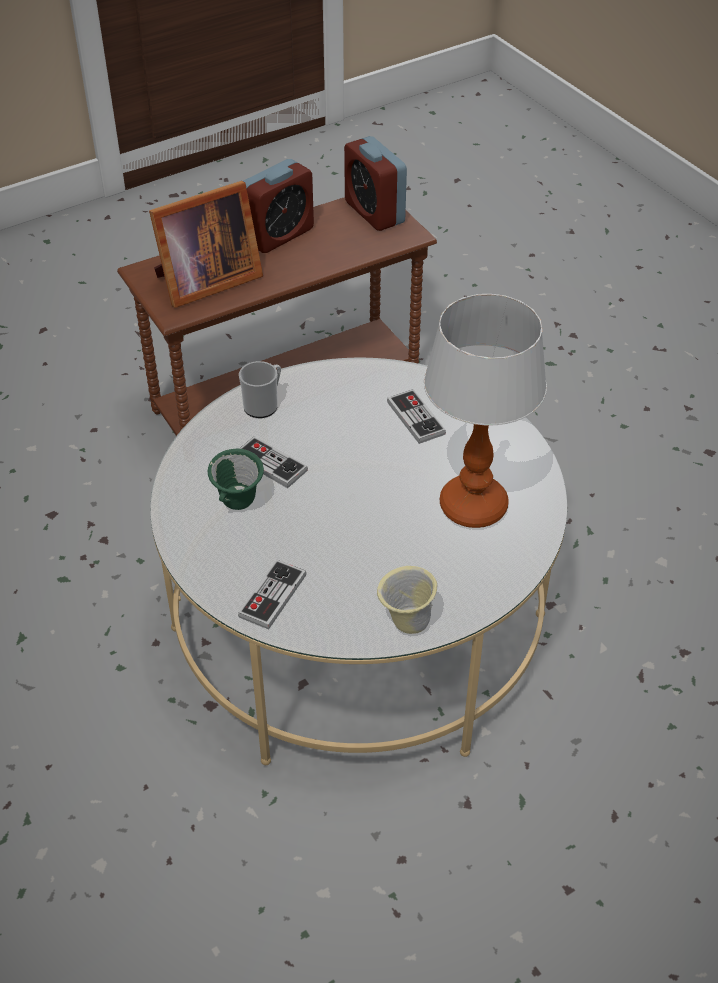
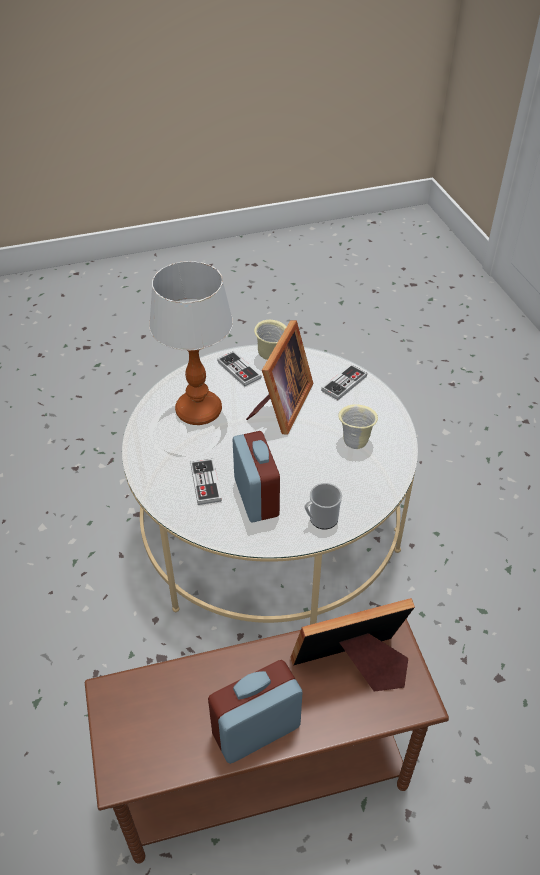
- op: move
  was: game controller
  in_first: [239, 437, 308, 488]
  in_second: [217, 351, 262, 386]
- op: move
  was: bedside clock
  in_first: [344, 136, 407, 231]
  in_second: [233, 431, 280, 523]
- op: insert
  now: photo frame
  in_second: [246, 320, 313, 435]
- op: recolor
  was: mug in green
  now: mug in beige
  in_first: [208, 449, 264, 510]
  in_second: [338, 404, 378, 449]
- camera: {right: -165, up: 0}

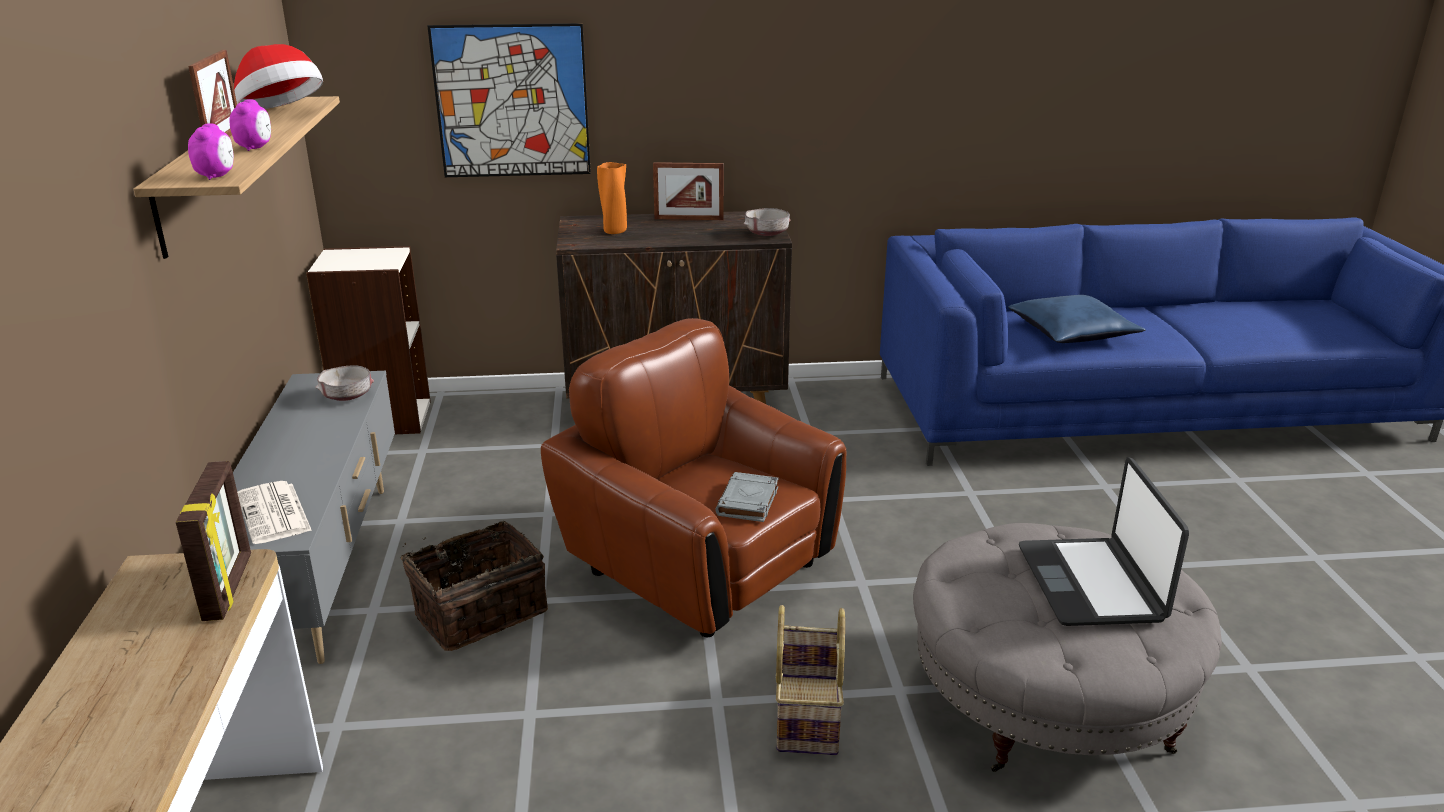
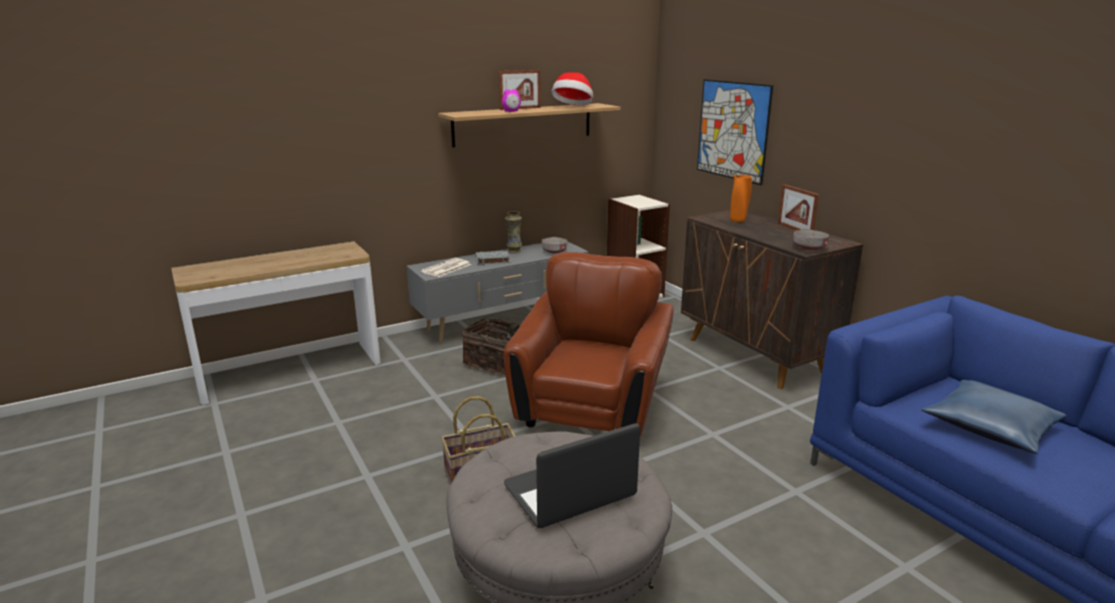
- op: move
  was: volume in greyish
  in_first: [715, 472, 778, 522]
  in_second: [476, 251, 510, 264]
- op: insert
  now: decorative vase
  in_second: [505, 211, 522, 253]
- op: delete
  was: photo frame
  in_first: [176, 461, 251, 621]
- op: delete
  was: bedside clock
  in_first: [188, 123, 234, 180]
- camera: {right: 65, up: -5}

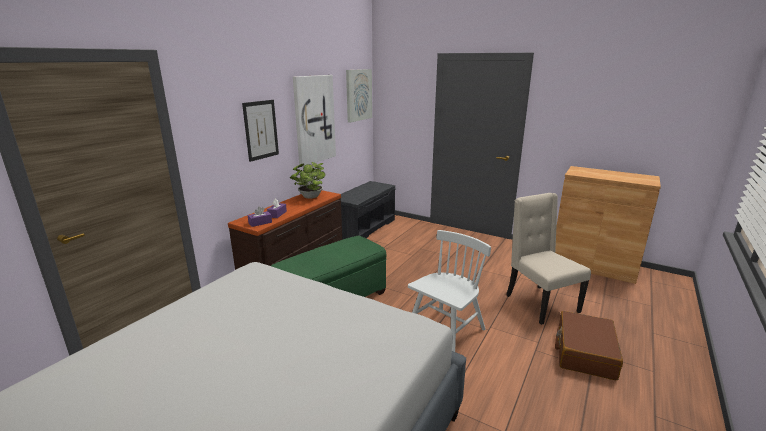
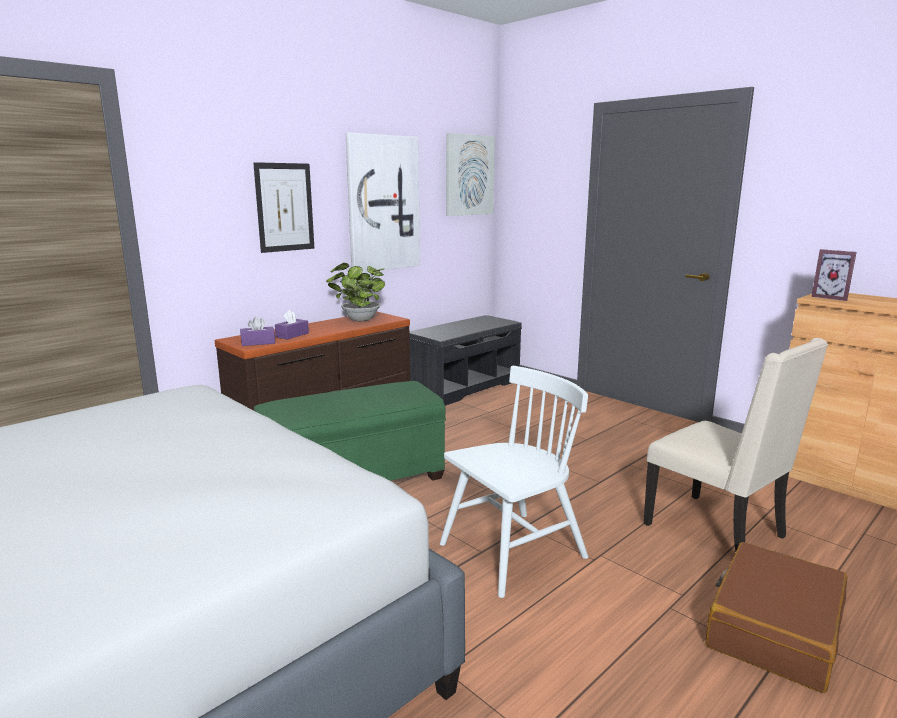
- op: rotate
  was: chair in beige
  in_first: [506, 193, 591, 325]
  in_second: [644, 338, 828, 552]
  clockwise: 150
- op: insert
  now: photo frame
  in_second: [811, 249, 857, 301]
- camera: {right: 15, up: -5}

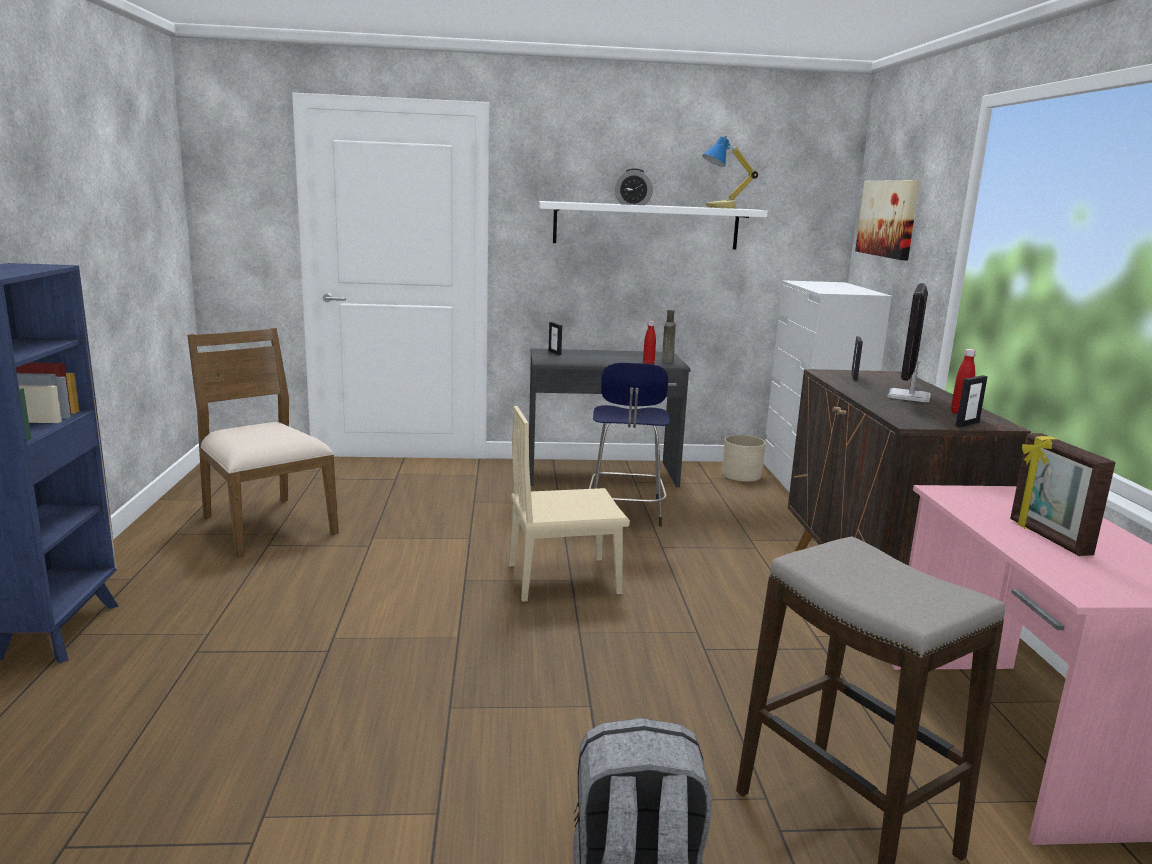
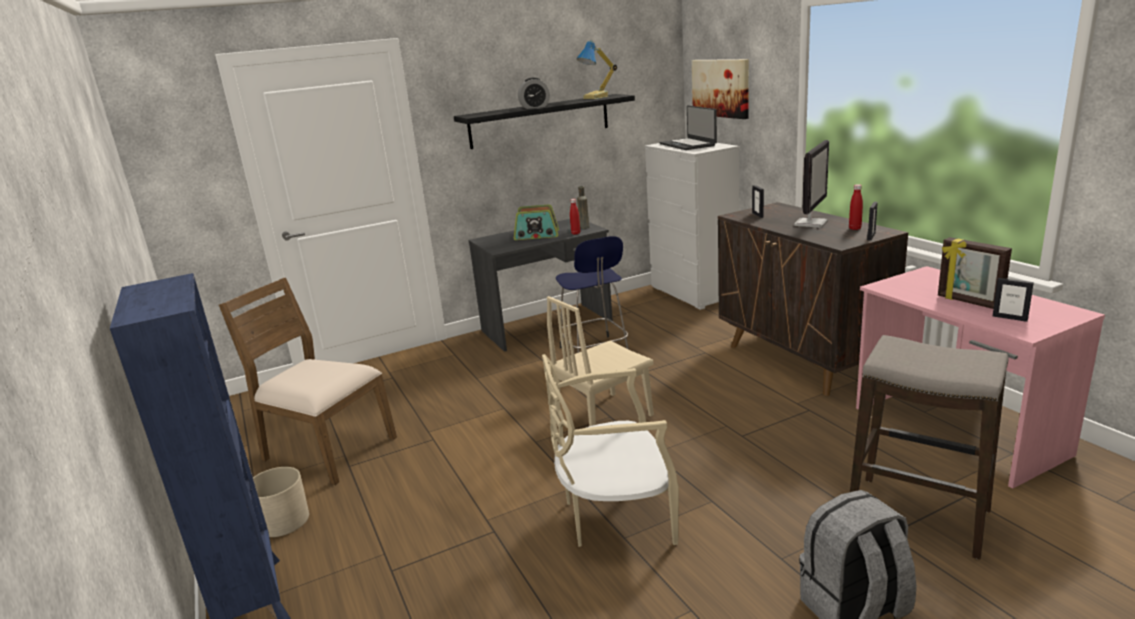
- op: move
  was: plant pot in beige
  in_first: [722, 435, 766, 482]
  in_second: [253, 467, 309, 537]
- op: recolor
  was: shelf in whitish
  now: shelf in black
  in_first: [539, 201, 768, 250]
  in_second: [454, 94, 635, 149]
- op: insert
  now: radio receiver
  in_second: [514, 204, 559, 240]
- op: insert
  now: chair in beige
  in_second: [542, 354, 679, 547]
- op: insert
  now: notebook computer
  in_second: [660, 105, 717, 150]
- op: rotate
  was: computer screen
  in_first: [887, 283, 931, 402]
  in_second: [794, 140, 829, 227]
  clockwise: -150
- op: move
  was: photo frame
  in_first: [549, 322, 562, 355]
  in_second: [993, 278, 1034, 322]
- camera: {right: -20, up: 5}

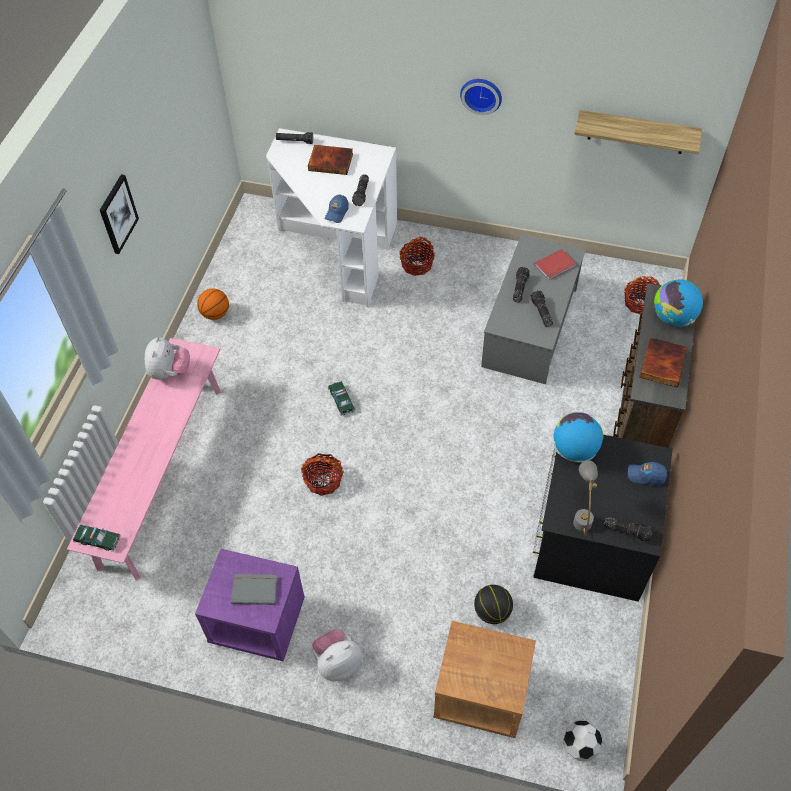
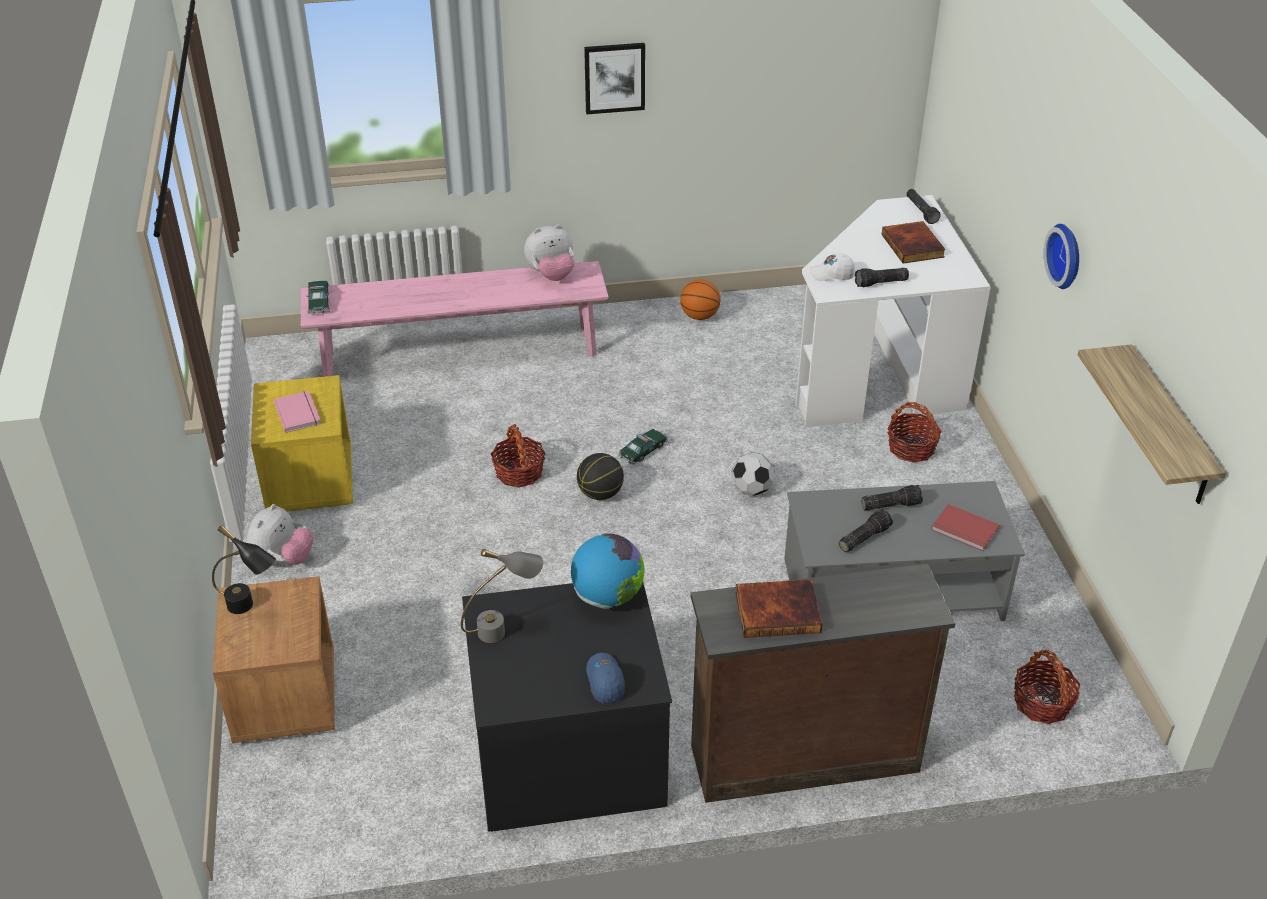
- op: insert
  now: table lamp in black
  in_second: [212, 525, 276, 614]
- op: rotate
  was: plush toy
  in_first: [312, 629, 362, 681]
  in_second: [246, 504, 313, 566]
  clockwise: 75
- op: recolor
  was: bedside table in purplish
  now: bedside table in yellowish
  in_first: [195, 549, 305, 661]
  in_second: [251, 375, 353, 511]
- op: recolor
  was: volume in greyish
  now: volume in pink
  in_first: [231, 574, 278, 605]
  in_second: [274, 391, 321, 433]
- op: move
  was: basketball ball
  in_first: [474, 585, 513, 624]
  in_second: [577, 453, 624, 500]
- op: move
  was: ball for football
  in_first: [563, 720, 602, 762]
  in_second: [731, 452, 775, 496]
- op: recolor
  was: baseball cap in bluish
  now: baseball cap in whitish
  in_first: [325, 194, 349, 223]
  in_second: [809, 254, 855, 281]
- op: delete
  was: hand torch
  in_first: [604, 516, 653, 541]
- op: delete
  was: world globe
  in_first: [654, 279, 703, 327]
- camera: {right: 65, up: -15}

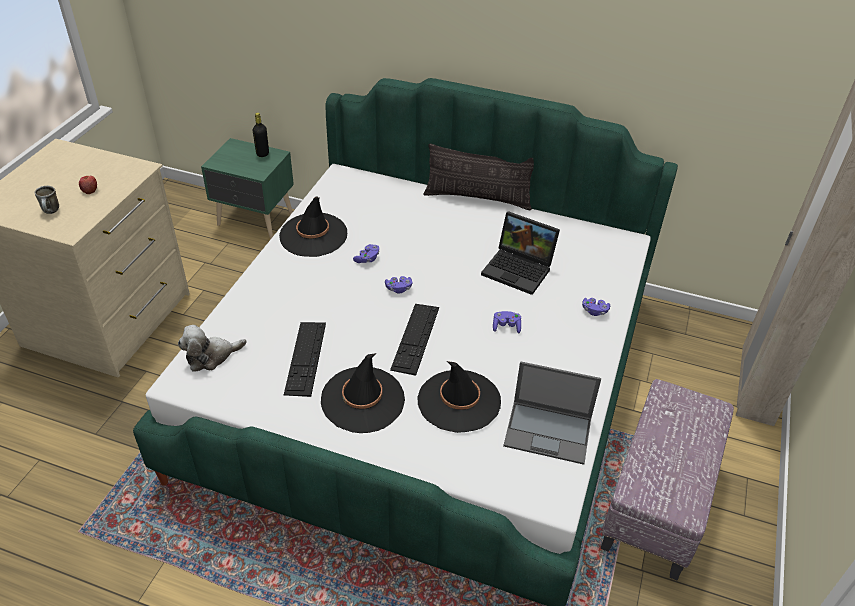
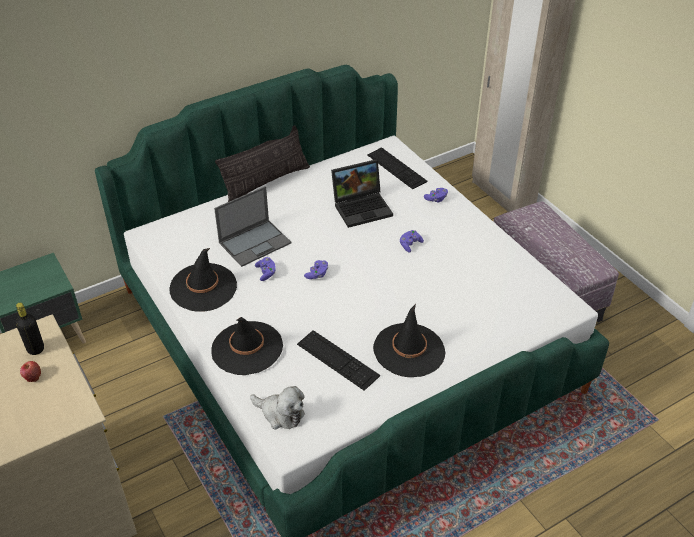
- op: move
  was: bottle in black
  in_first: [253, 113, 269, 157]
  in_second: [16, 303, 44, 355]
- op: move
  was: clothing hat in black
  in_first: [417, 361, 501, 433]
  in_second: [211, 317, 283, 375]
- op: move
  was: notebook computer
  in_first: [503, 361, 601, 465]
  in_second: [214, 186, 292, 267]
- op: rotate
  was: plush toy
  in_first: [178, 325, 246, 371]
  in_second: [250, 386, 305, 429]
  clockwise: -75
- op: move
  was: PC keyboard
  in_first: [390, 304, 439, 376]
  in_second: [367, 147, 427, 189]
- op: delete
  was: mug
  in_first: [35, 186, 59, 214]
- camera: {right: -50, up: 0}

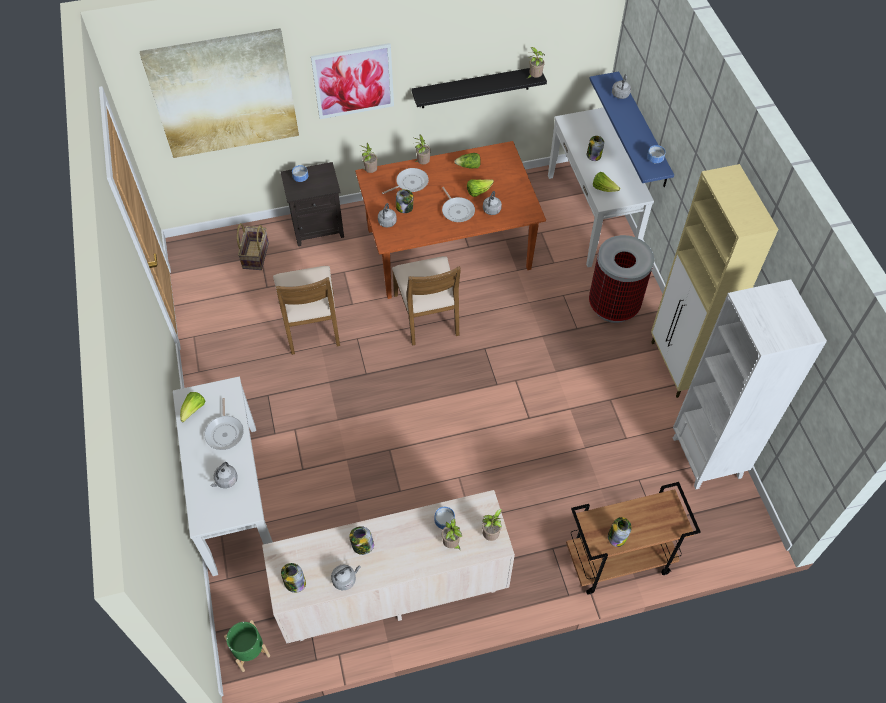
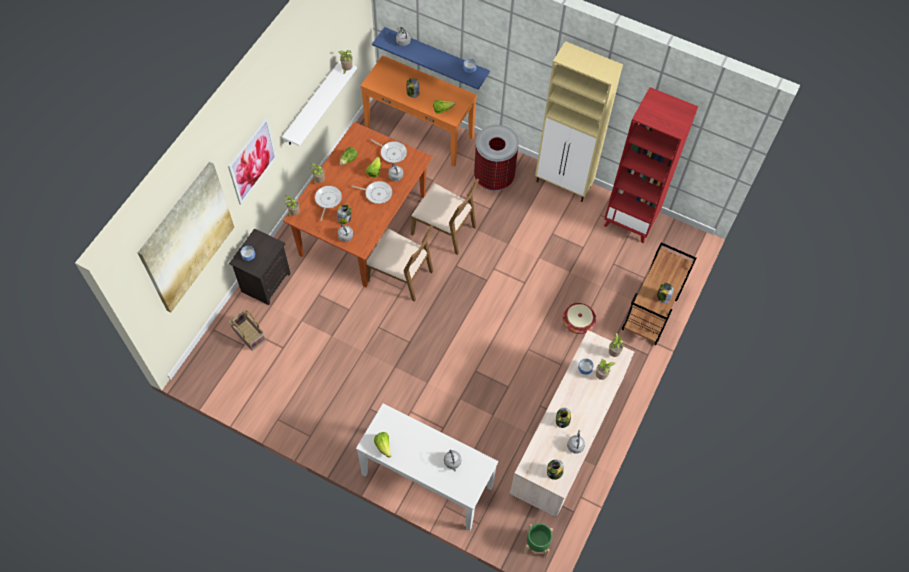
- op: recolor
  was: shelf in black
  now: shelf in whitish
  in_first: [412, 68, 547, 108]
  in_second: [282, 61, 357, 146]
- op: recolor
  was: narrow table in whitish
  now: narrow table in orange-coloured
  in_first: [548, 107, 654, 267]
  in_second: [360, 55, 477, 167]
- op: move
  was: frying pan
  in_first: [204, 398, 244, 450]
  in_second: [371, 139, 407, 163]
- op: move
  was: chair in brown-coloured
  in_first: [273, 266, 340, 355]
  in_second: [411, 179, 479, 255]
- op: insert
  now: storage basket
  in_second: [563, 303, 596, 334]
- op: recolor
  was: bookshelf in whitish
  now: bookshelf in red-coloured
  in_first: [673, 279, 827, 490]
  in_second: [604, 87, 698, 243]
- camera: {right: -50, up: 5}

